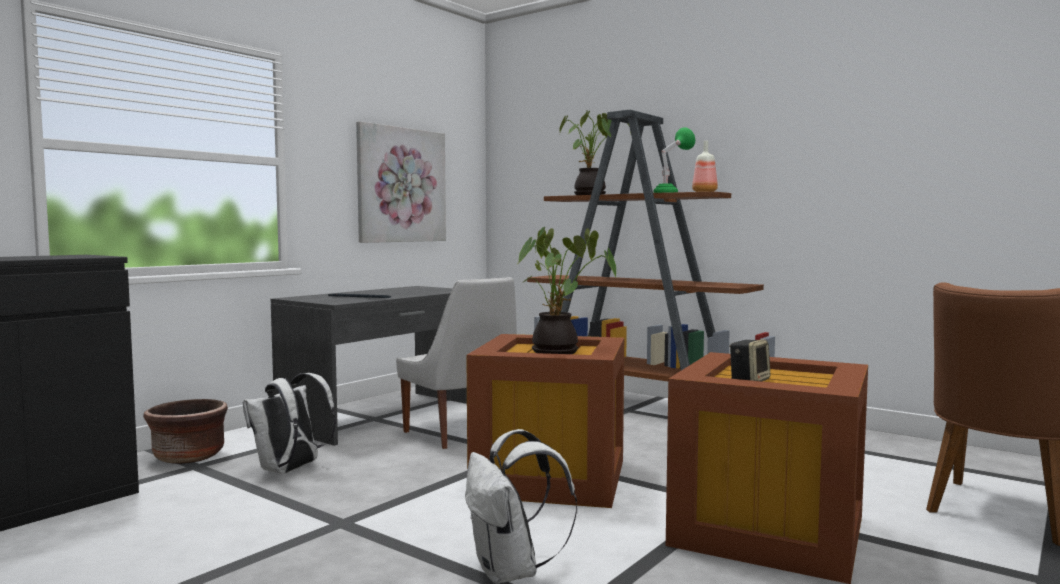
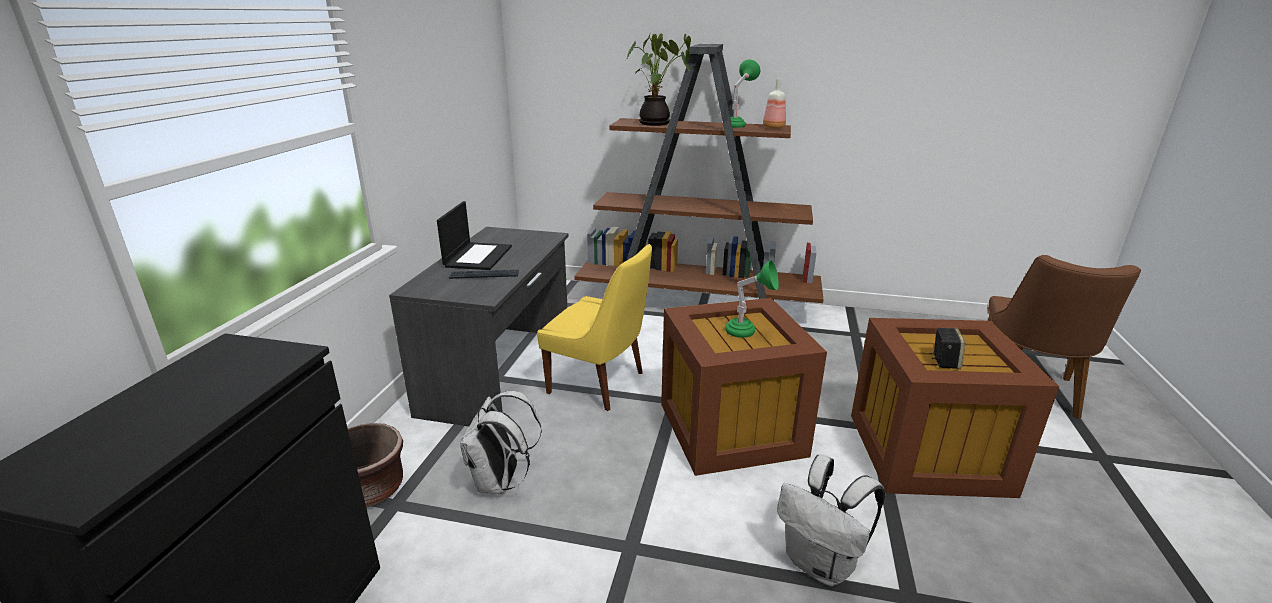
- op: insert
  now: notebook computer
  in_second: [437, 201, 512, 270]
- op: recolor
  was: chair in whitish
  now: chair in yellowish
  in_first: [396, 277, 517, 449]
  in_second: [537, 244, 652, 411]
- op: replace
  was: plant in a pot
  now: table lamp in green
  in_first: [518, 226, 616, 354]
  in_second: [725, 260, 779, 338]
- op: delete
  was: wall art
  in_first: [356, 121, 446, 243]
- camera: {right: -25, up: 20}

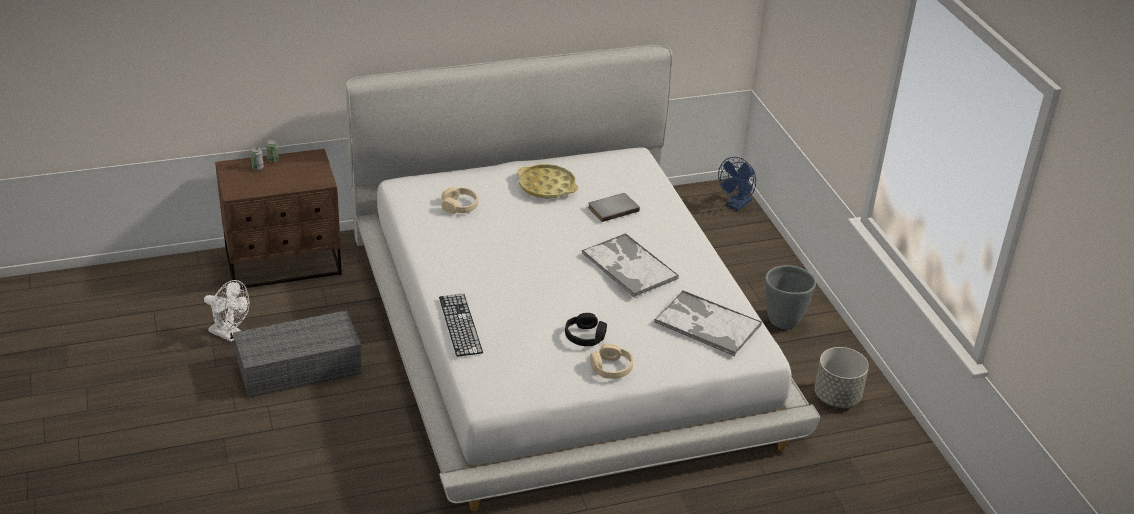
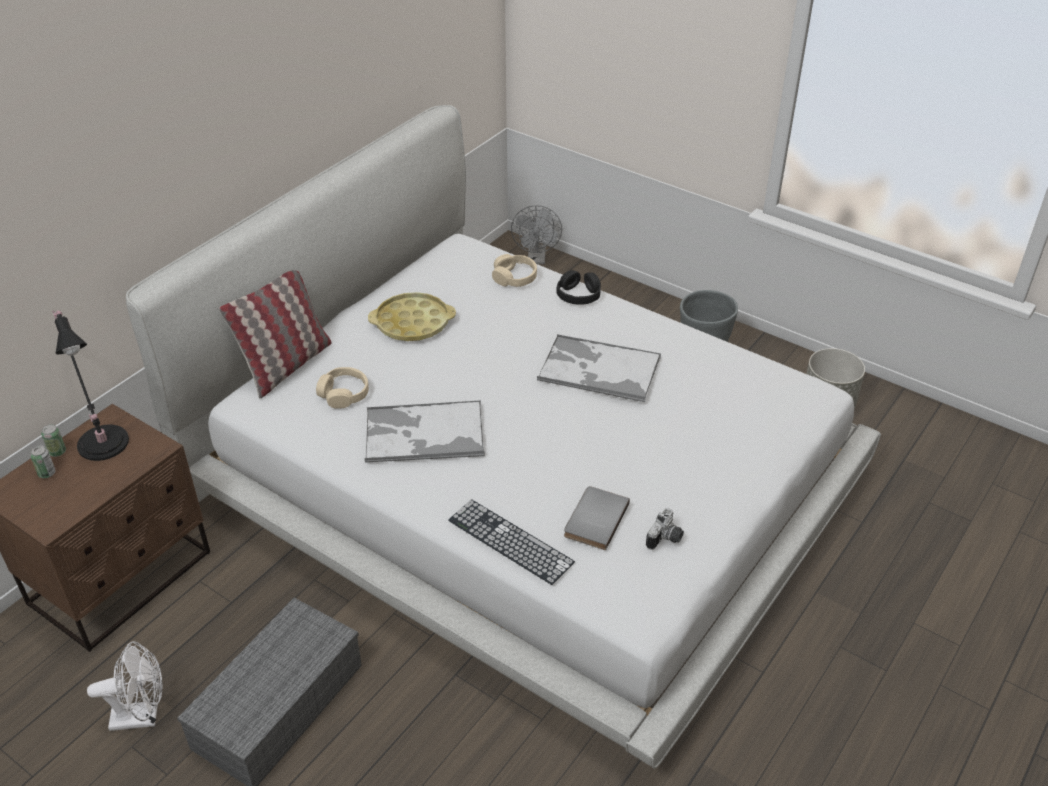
- op: insert
  now: table lamp in black
  in_second: [52, 311, 129, 461]
- op: insert
  now: cushion
  in_second: [219, 270, 332, 398]
- op: move
  was: tray
  in_first: [654, 290, 762, 356]
  in_second: [364, 400, 485, 463]
- op: move
  was: pair of headphones in beige
  in_first: [590, 344, 633, 379]
  in_second: [492, 254, 537, 287]
- op: recolor
  was: fan in bluish
  now: fan in greyish
  in_first: [718, 157, 756, 211]
  in_second: [511, 205, 562, 264]
- op: move
  was: pair of headphones in black
  in_first: [565, 313, 607, 346]
  in_second: [556, 270, 601, 305]
- op: move
  was: volume in greyish
  in_first: [588, 193, 640, 222]
  in_second: [564, 486, 630, 550]
- op: insert
  now: photo camera
  in_second: [646, 508, 684, 550]
- camera: {right: -35, up: 5}

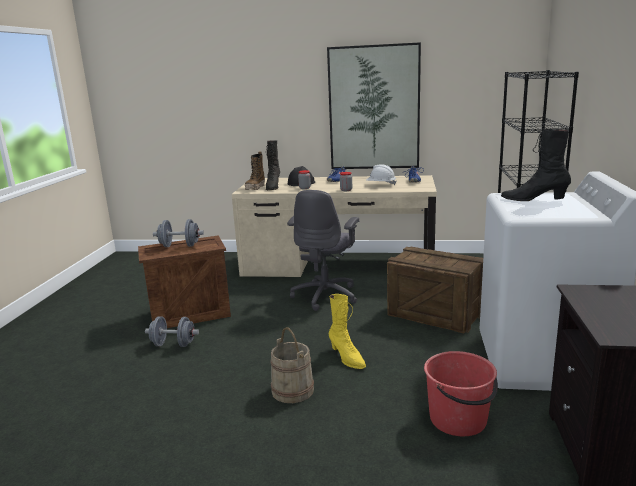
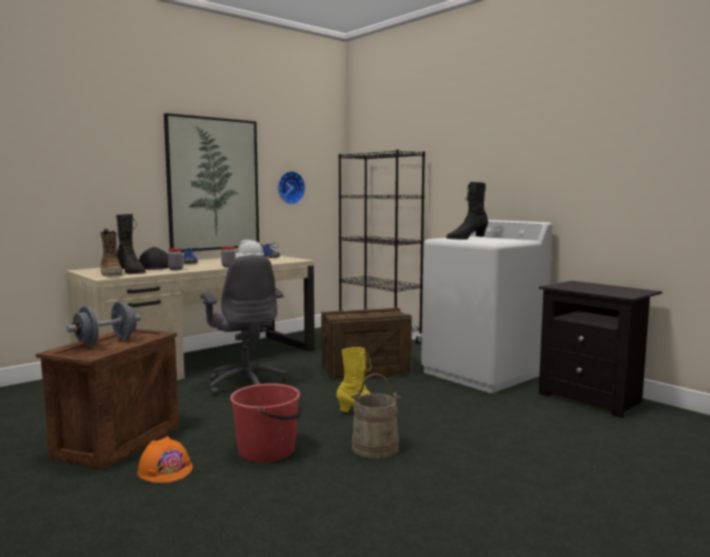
- op: replace
  was: free weight in greyish
  now: safety helmet in orange-coloured
  in_first: [145, 316, 199, 347]
  in_second: [137, 436, 193, 483]
- op: move
  was: water bucket in red-coloured
  in_first: [424, 351, 498, 436]
  in_second: [230, 383, 302, 463]
- op: insert
  now: hanging clock
  in_second: [278, 171, 305, 205]
- camera: {right: -50, up: -10}

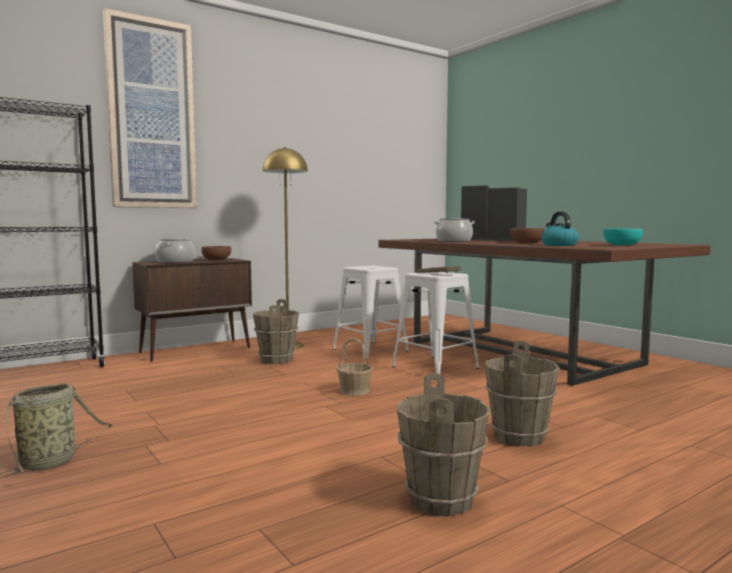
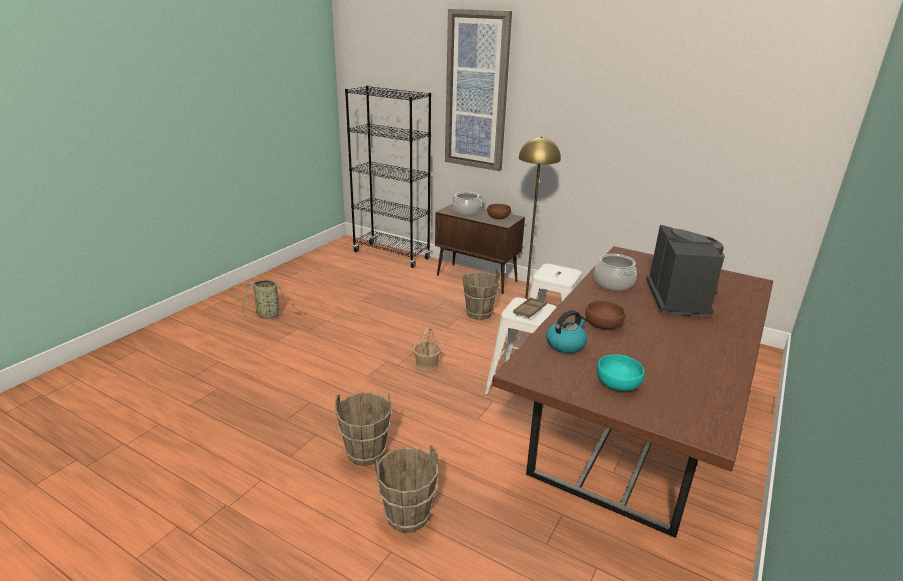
- op: move
  was: water bucket in brown-coloured
  in_first: [397, 373, 490, 517]
  in_second: [375, 445, 438, 533]
- camera: {right: 65, up: 20}

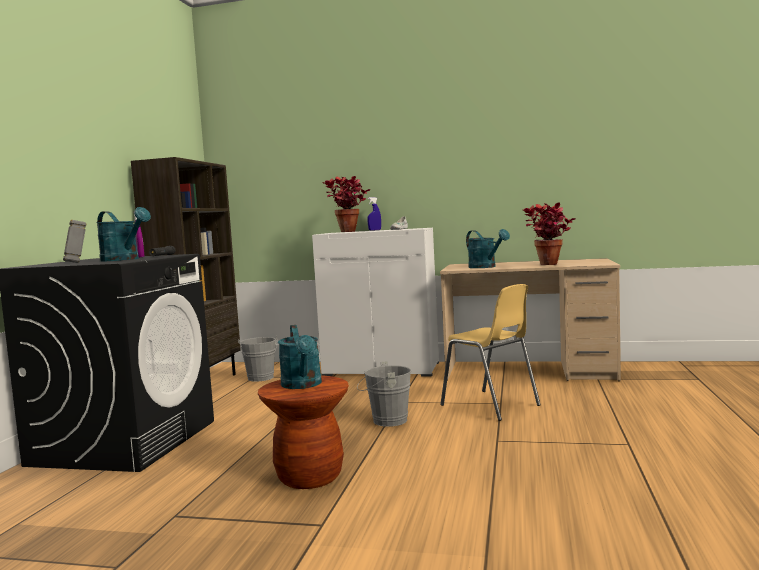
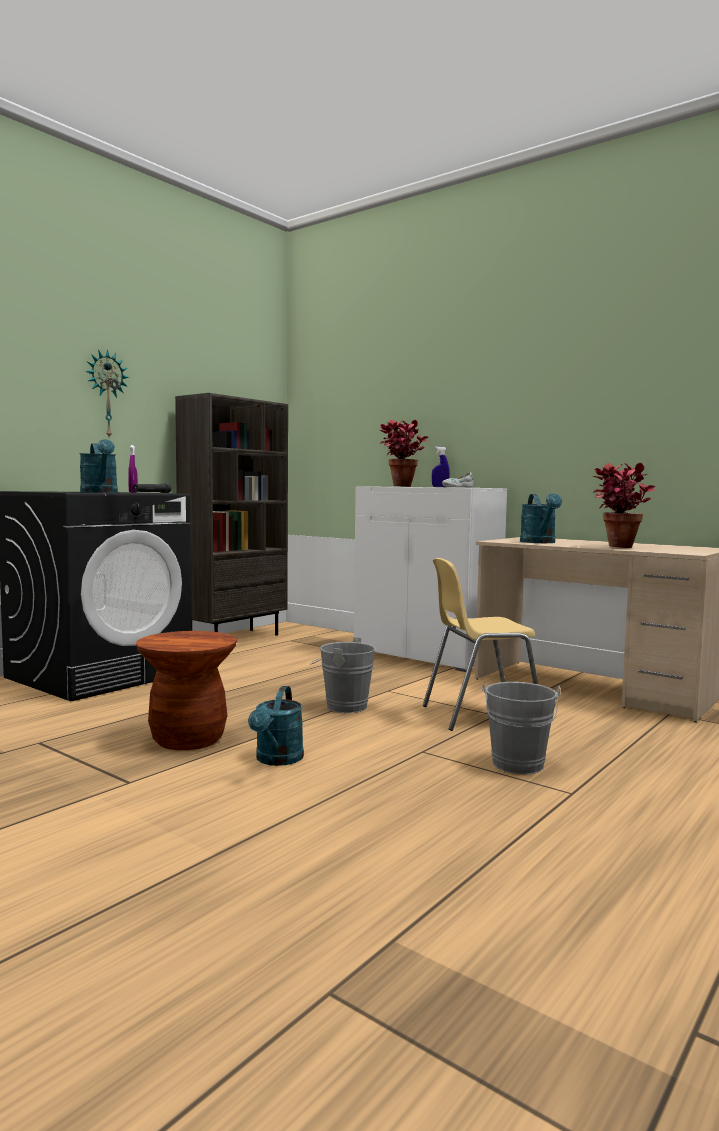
- op: insert
  now: hanging clock
  in_second: [86, 349, 129, 438]
- op: move
  was: watering can in blue-green
  in_first: [278, 325, 322, 389]
  in_second: [248, 686, 304, 766]
- op: rotate
  was: chair in yellowish
  in_first: [440, 284, 541, 421]
  in_second: [423, 558, 538, 731]
  clockwise: 90
- op: move
  was: water bucket in greyish
  in_first: [238, 335, 277, 382]
  in_second: [482, 681, 561, 774]
- op: delete
  was: hammer
  in_first: [63, 220, 87, 263]
- camera: {right: 25, up: 0}

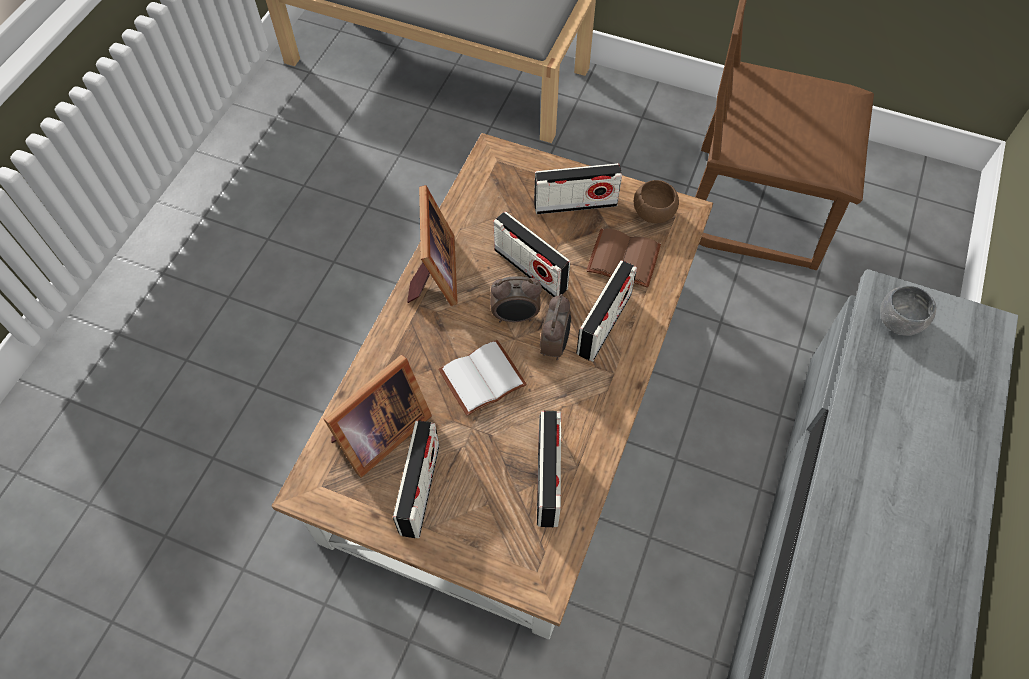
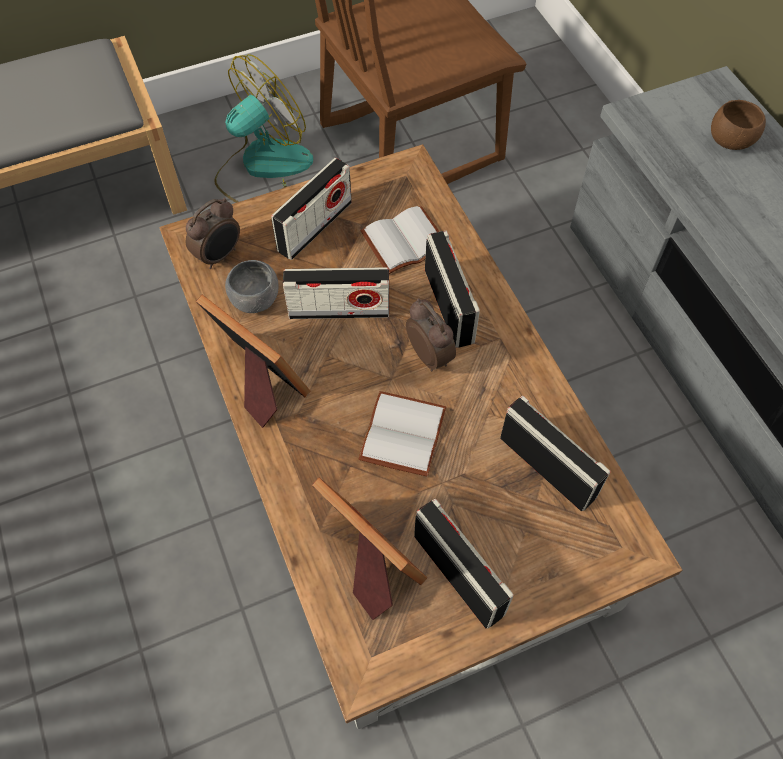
- op: move
  was: bedside clock
  in_first: [490, 276, 542, 323]
  in_second: [186, 198, 240, 269]
- op: insert
  now: fan
  in_second: [214, 54, 314, 203]
- op: move
  was: bowl in greyish
  in_first: [880, 286, 936, 336]
  in_second: [225, 260, 279, 313]
- op: rotate
  was: photo frame
  in_first: [324, 354, 432, 478]
  in_second: [312, 478, 427, 620]
  clockwise: -45
- op: recolor
  was: volume in brown-coloured
  now: volume in whitish
  in_first: [586, 229, 661, 288]
  in_second: [360, 206, 440, 274]
- op: move
  was: bowl in brown-coloured
  in_first: [634, 180, 679, 224]
  in_second: [711, 100, 766, 150]
- camera: {right: -45, up: 0}

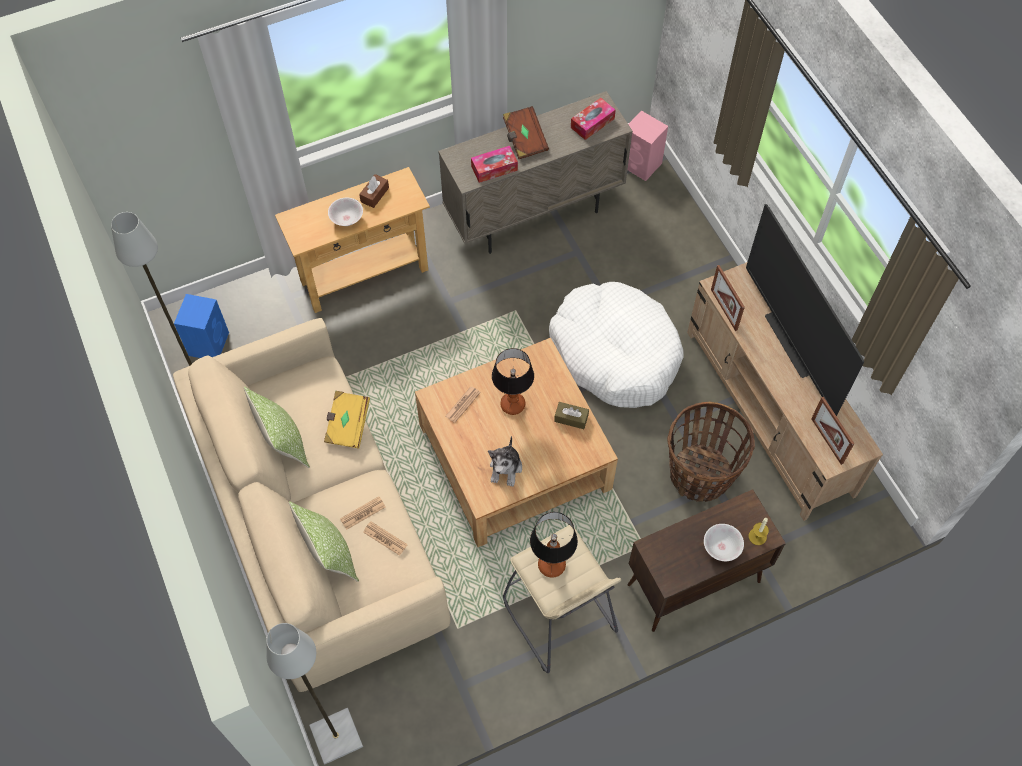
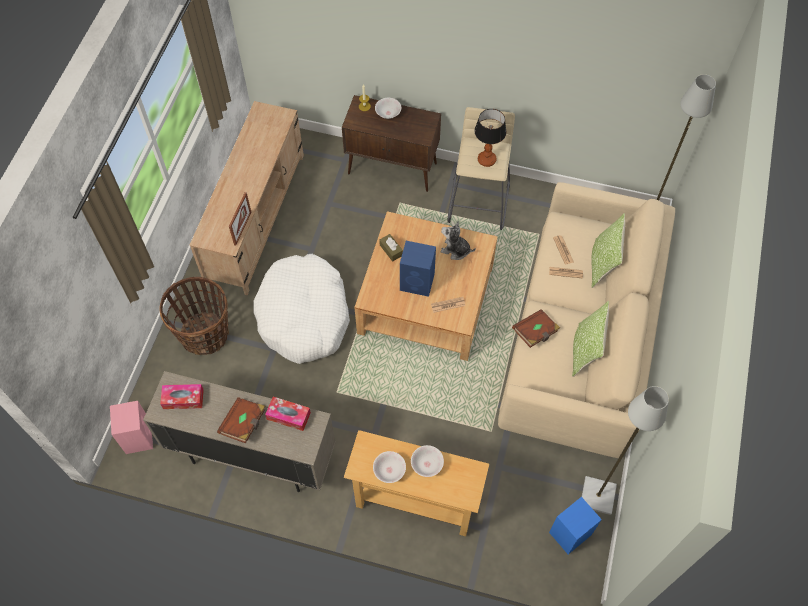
- op: move
  was: storage basket
  in_first: [667, 402, 755, 502]
  in_second: [159, 277, 229, 355]
- op: replace
  was: tissue box in brown-coloured
  now: bowl in whitish
  in_first: [359, 174, 389, 208]
  in_second: [373, 451, 406, 483]
- op: replace
  was: table lamp
  now: audio speaker in bluish
  in_first: [492, 348, 534, 415]
  in_second: [400, 241, 436, 297]
- op: rotate
  was: plush toy
  in_first: [488, 436, 522, 487]
  in_second: [440, 221, 476, 260]
  clockwise: -120
- op: recolor
  was: volume in yellowish
  now: volume in brown-coloured
  in_first: [324, 391, 370, 449]
  in_second: [512, 309, 560, 348]
- op: delete
  was: TV
  in_first: [746, 204, 864, 416]
- op: delete
  was: photo frame
  in_first: [811, 397, 855, 465]
- camera: {right: -140, up: 0}

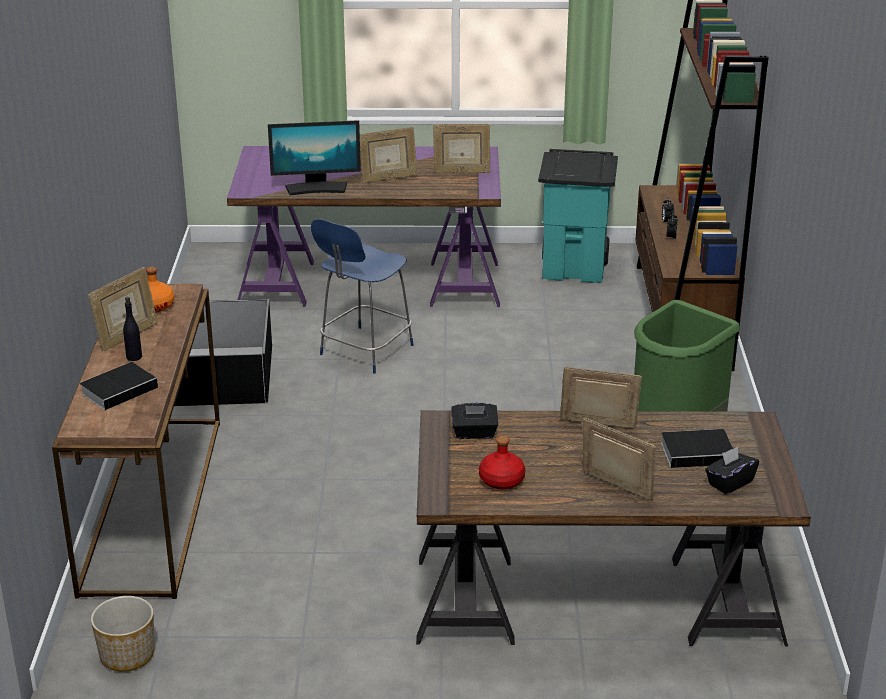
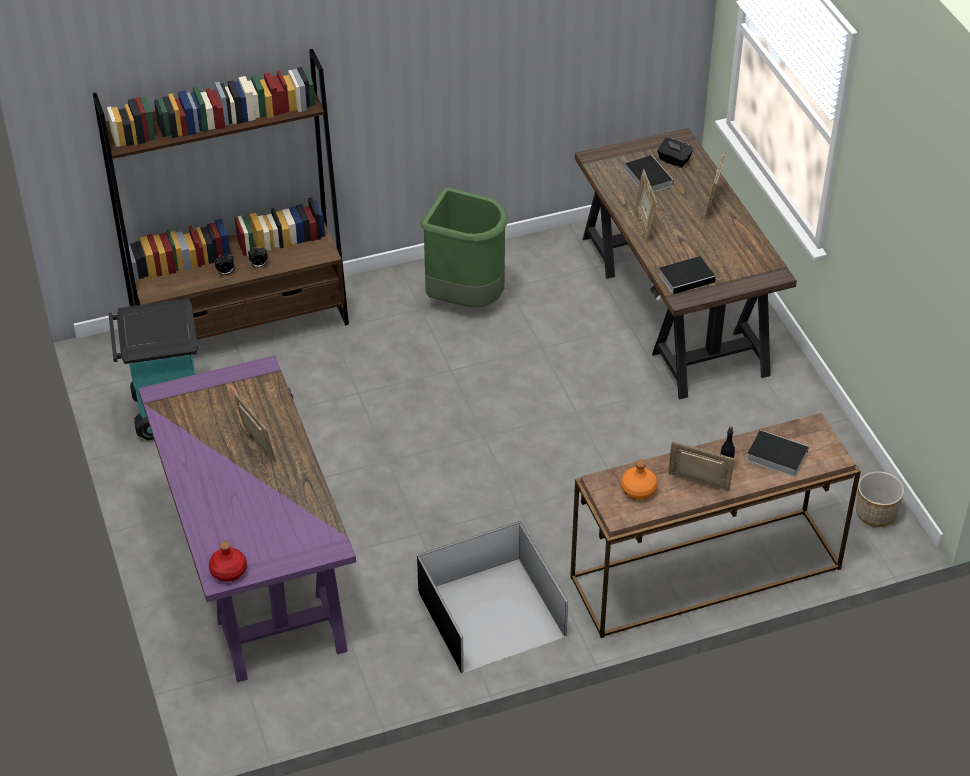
- op: move
  was: bottle in red-coloured
  in_first: [479, 436, 525, 489]
  in_second: [209, 541, 247, 582]
- op: replace
  was: tissue box in black
  now: volume
  in_first: [451, 403, 498, 439]
  in_second: [659, 256, 716, 294]
- op: delete
  was: computer screen
  in_first: [268, 120, 361, 196]
- op: delete
  was: chair in bluish
  in_first: [311, 219, 414, 373]
- op: delete
  was: photo frame
  in_first: [433, 124, 490, 173]
- camera: {right: -110, up: 15}

